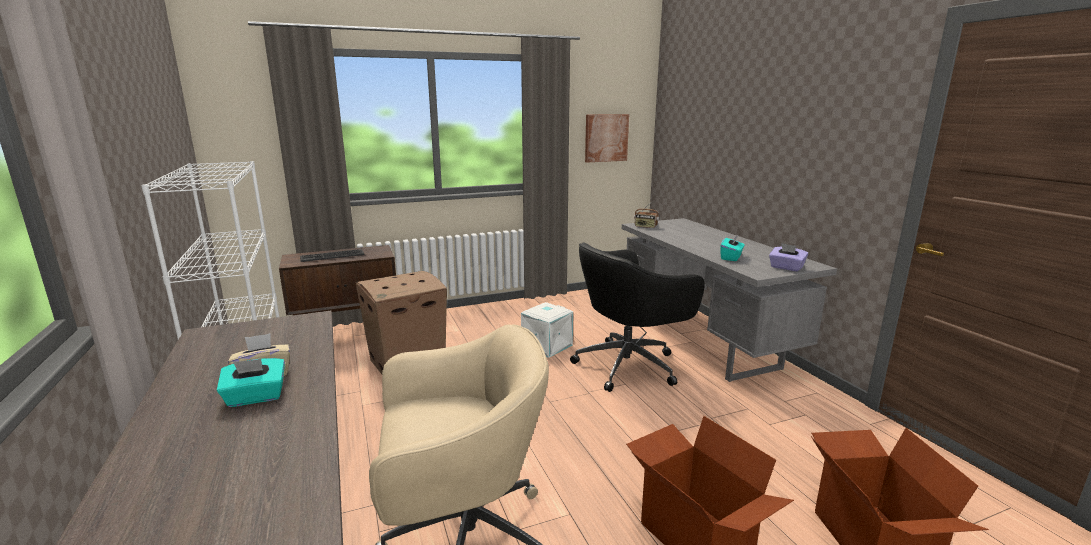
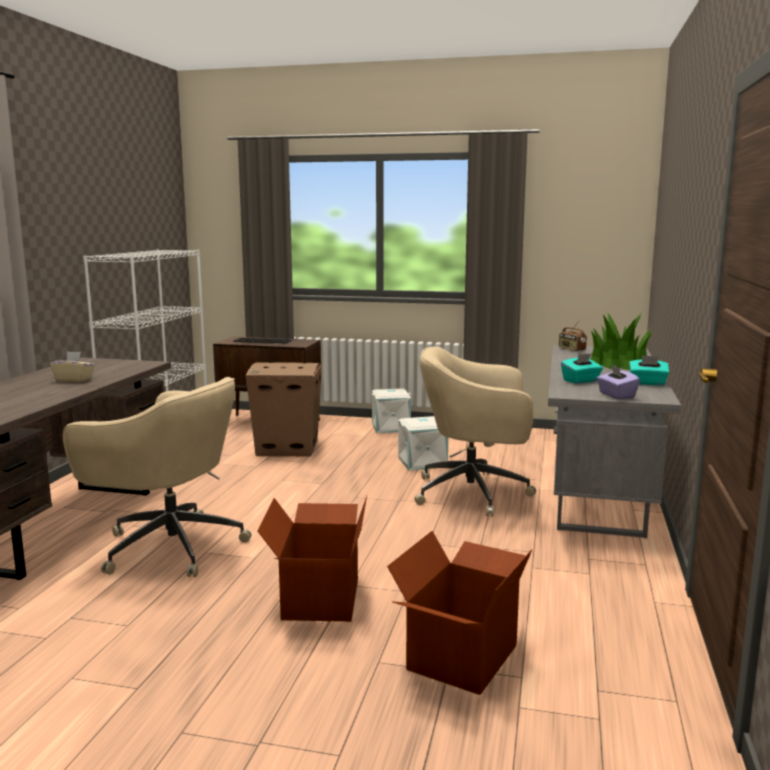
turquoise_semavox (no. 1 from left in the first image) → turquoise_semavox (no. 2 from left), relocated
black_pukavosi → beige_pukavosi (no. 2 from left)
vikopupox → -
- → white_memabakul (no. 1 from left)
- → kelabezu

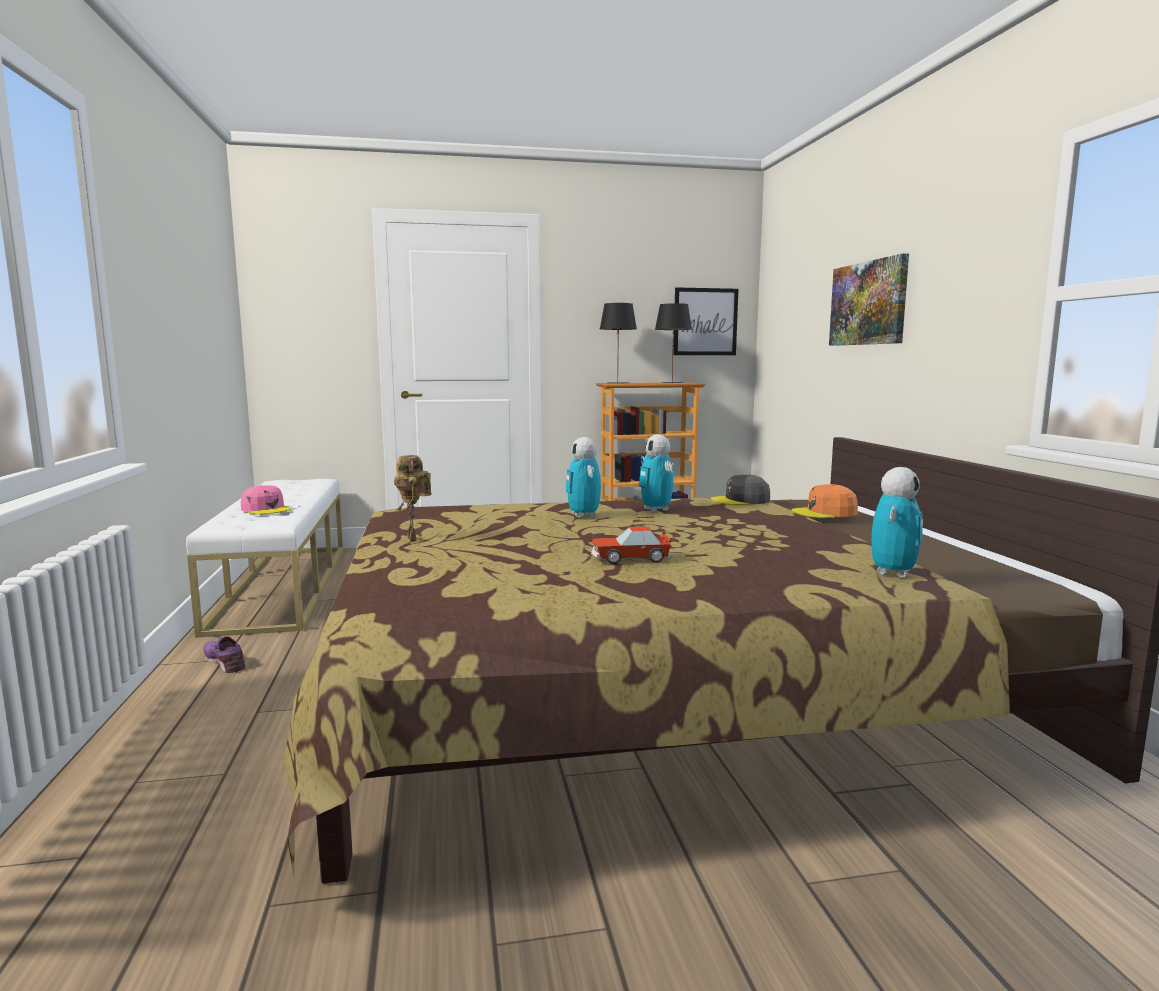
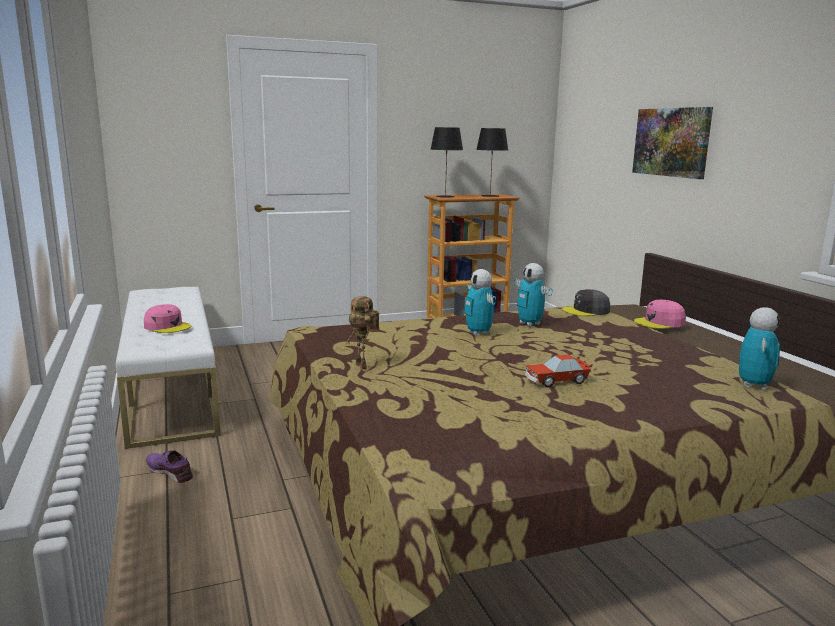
vikopupox (no. 1 from left) → -
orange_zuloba → pink_zuloba (no. 2 from left)

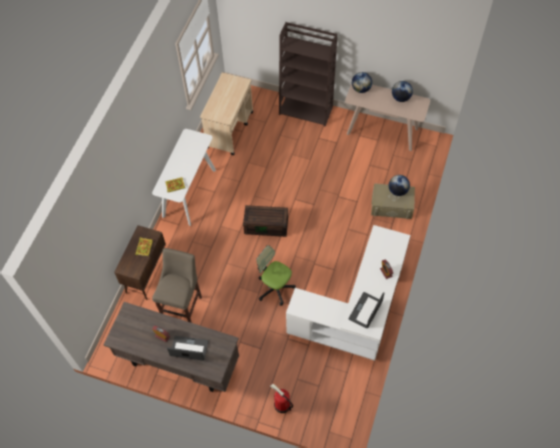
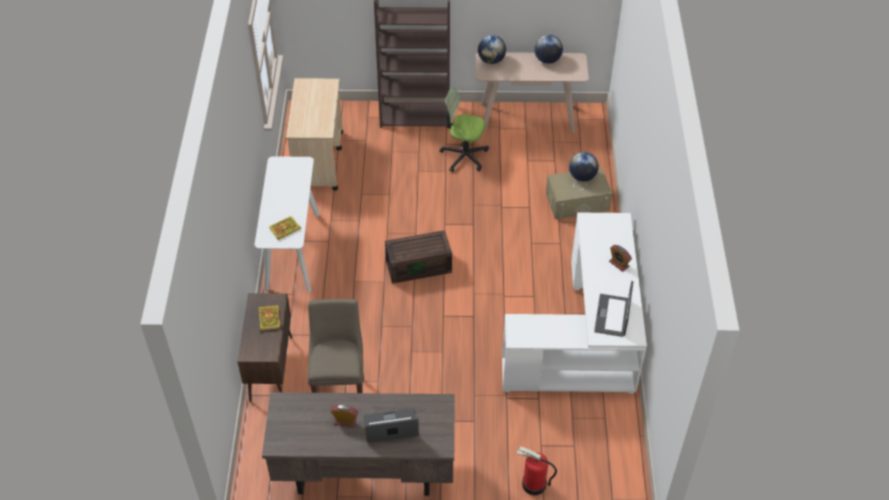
pukavosi, relocated

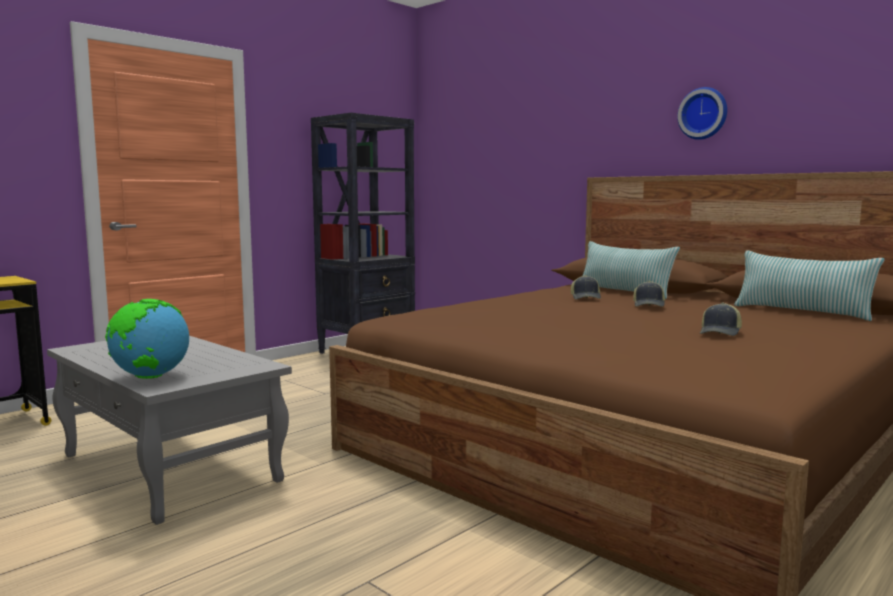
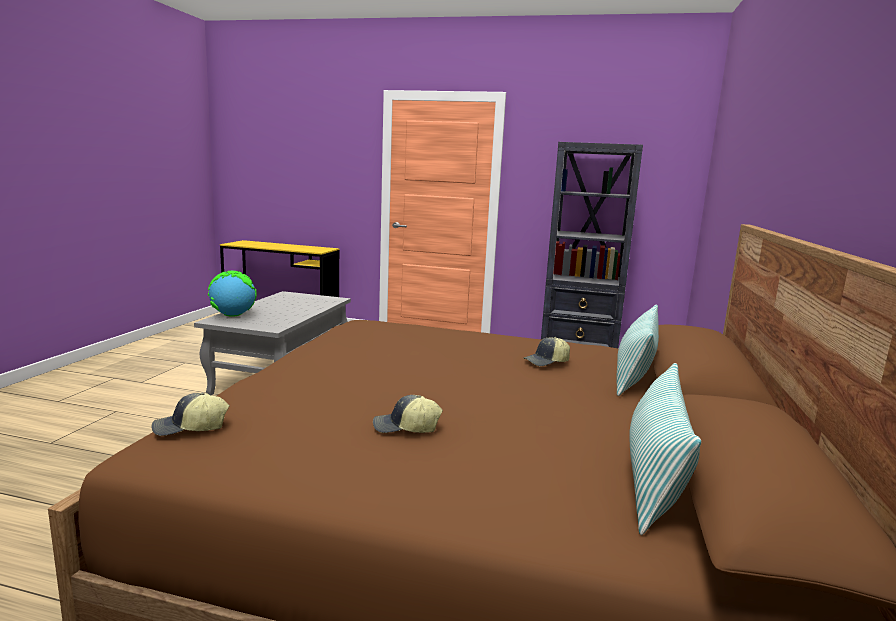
zuloba (no. 2 from left in the first image) → zuloba (no. 1 from left), relocated
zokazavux → -

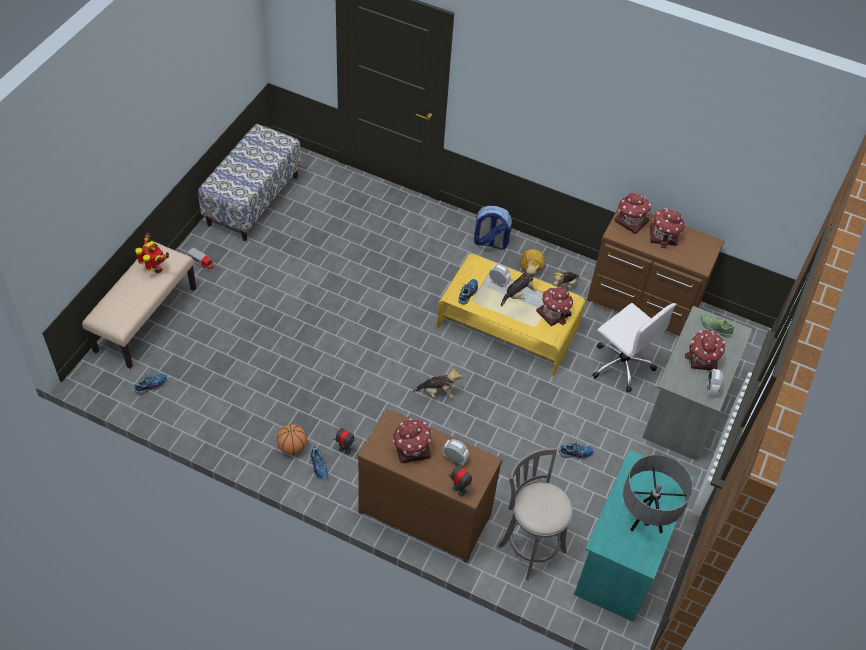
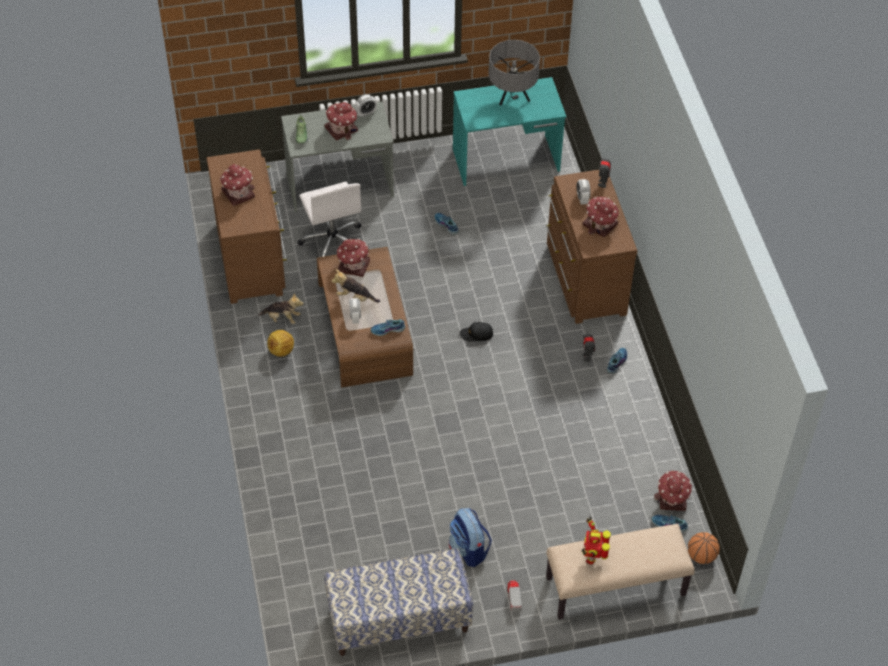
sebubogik, relocated
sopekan (no. 1 from left) → black_zuloba
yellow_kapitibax → brown_kapitibax
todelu, relocated
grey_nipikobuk → -
white_pukavosi, 150 degrees clockwise
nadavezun (no. 3 from left in the first image) → nadavezun (no. 5 from left), relocated

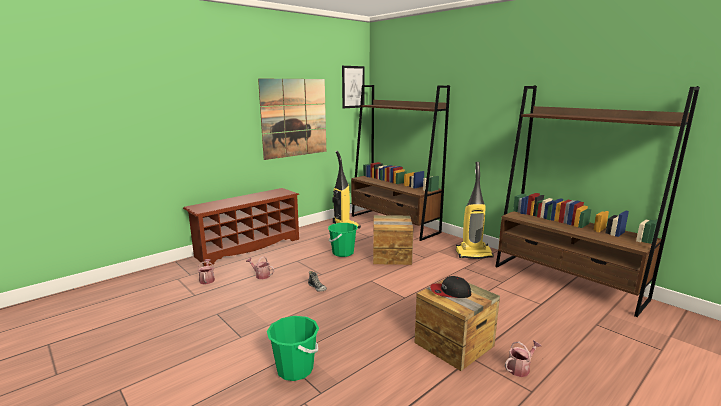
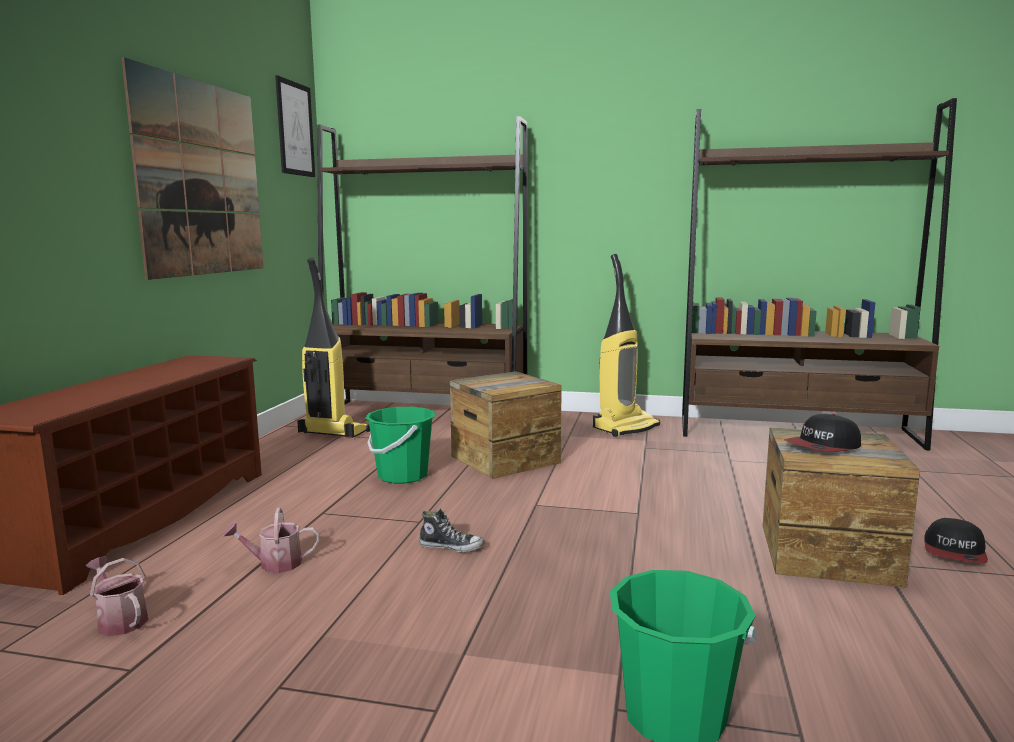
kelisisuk (no. 3 from left) → zuloba (no. 2 from left)

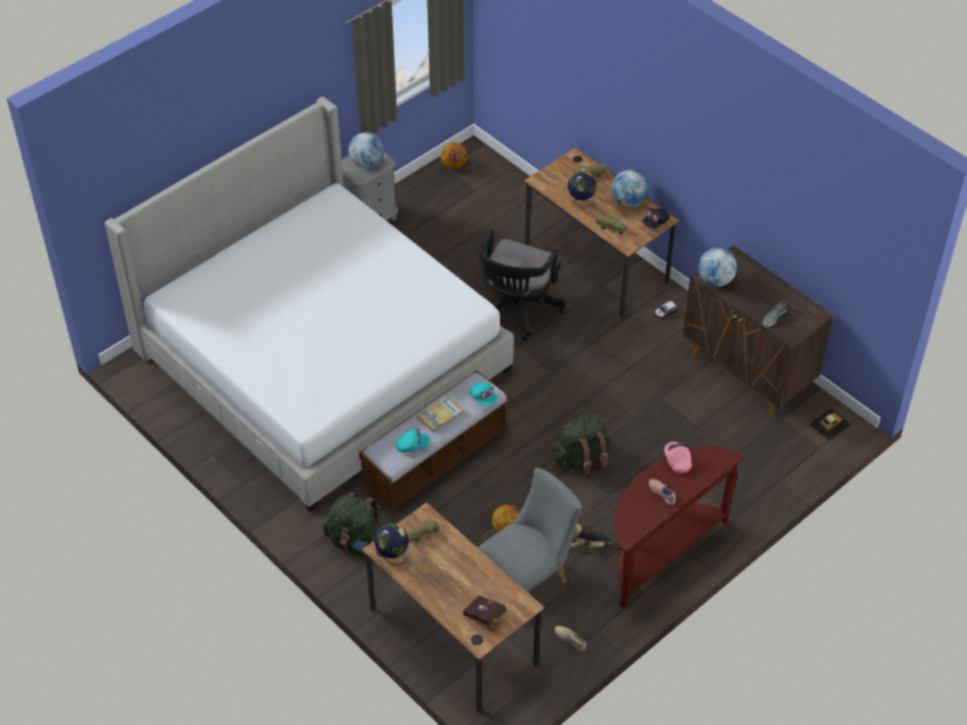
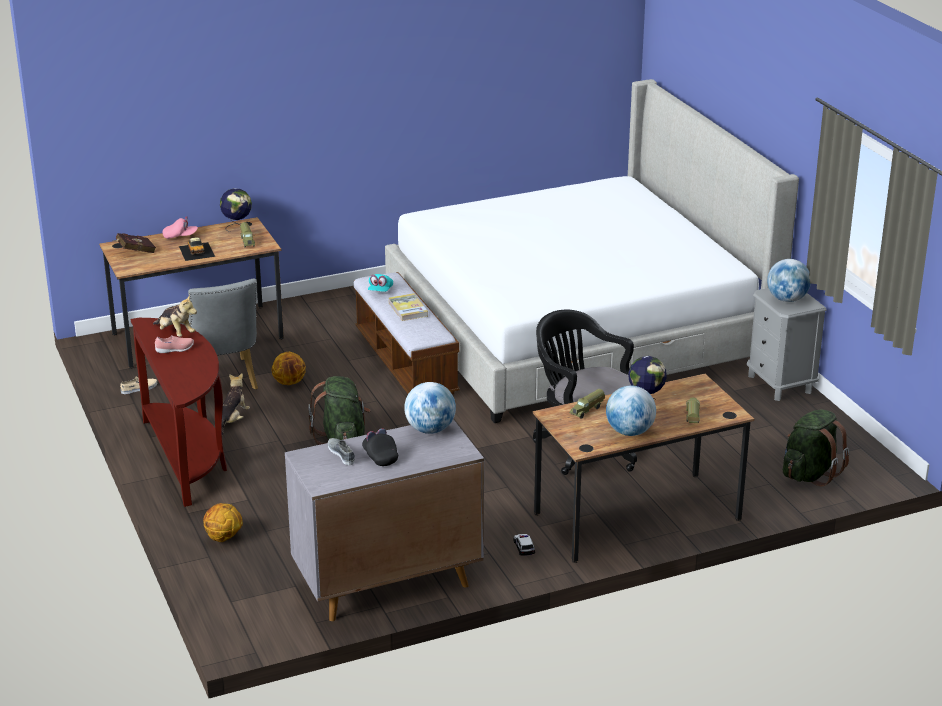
green_todelu (no. 1 from left in the first image) → green_todelu (no. 2 from left), relocated
sebubogik (no. 1 from left), relocated
turquoise_zuloba (no. 2 from left) → -
black_zuloba, relocated
pink_zuloba, relocated
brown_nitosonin → grey_nitosonin
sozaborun (no. 2 from left in the first image) → sozaborun (no. 1 from left), relocated
- → sopekan (no. 1 from left)

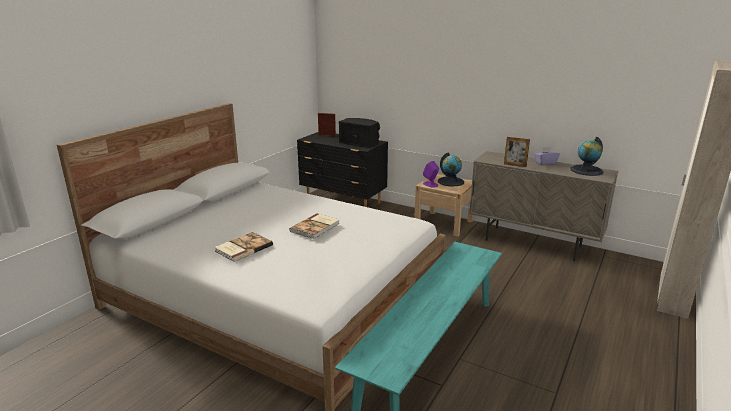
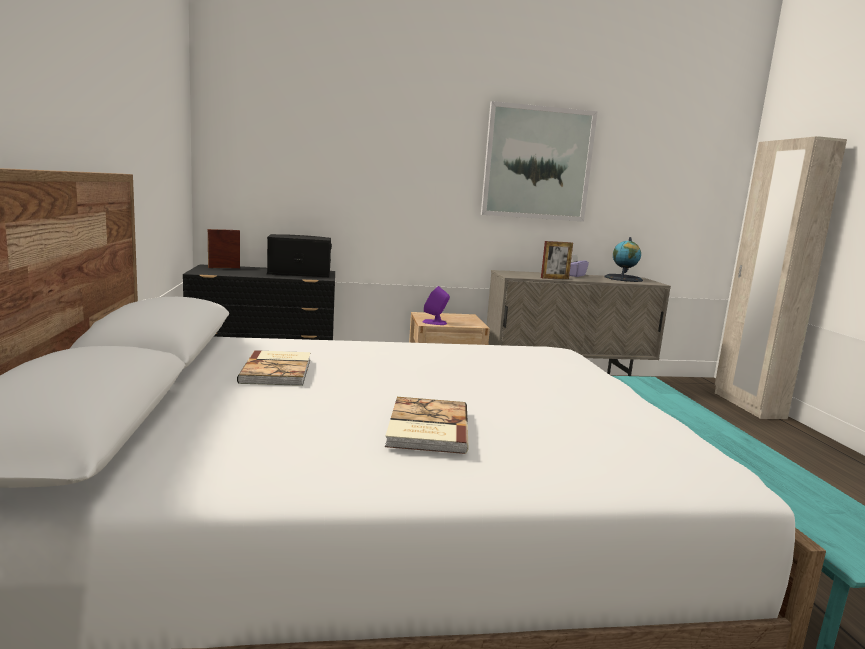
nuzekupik (no. 2 from left in the first image) → nuzekupik (no. 1 from left), relocated
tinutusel (no. 1 from left) → -
- → vikopupox

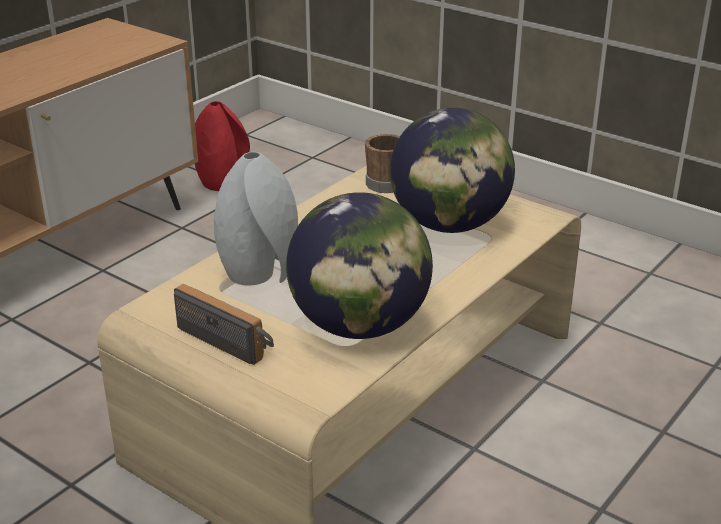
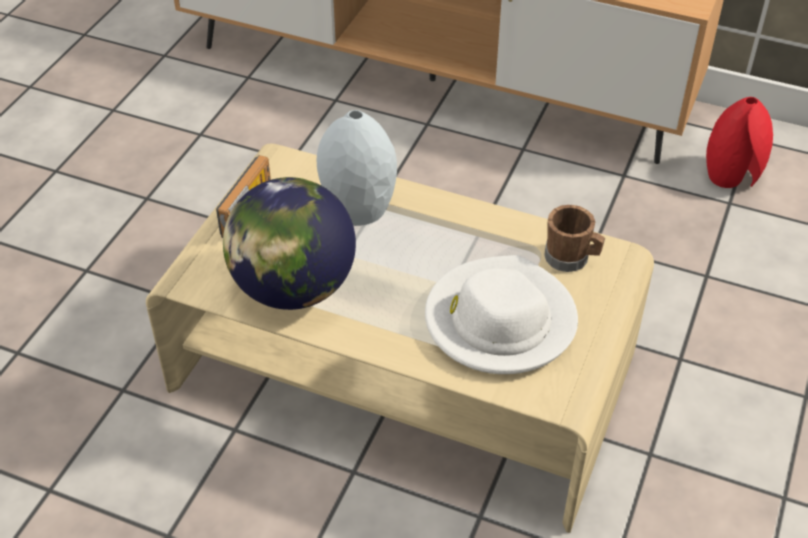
tinutusel (no. 2 from left) → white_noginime

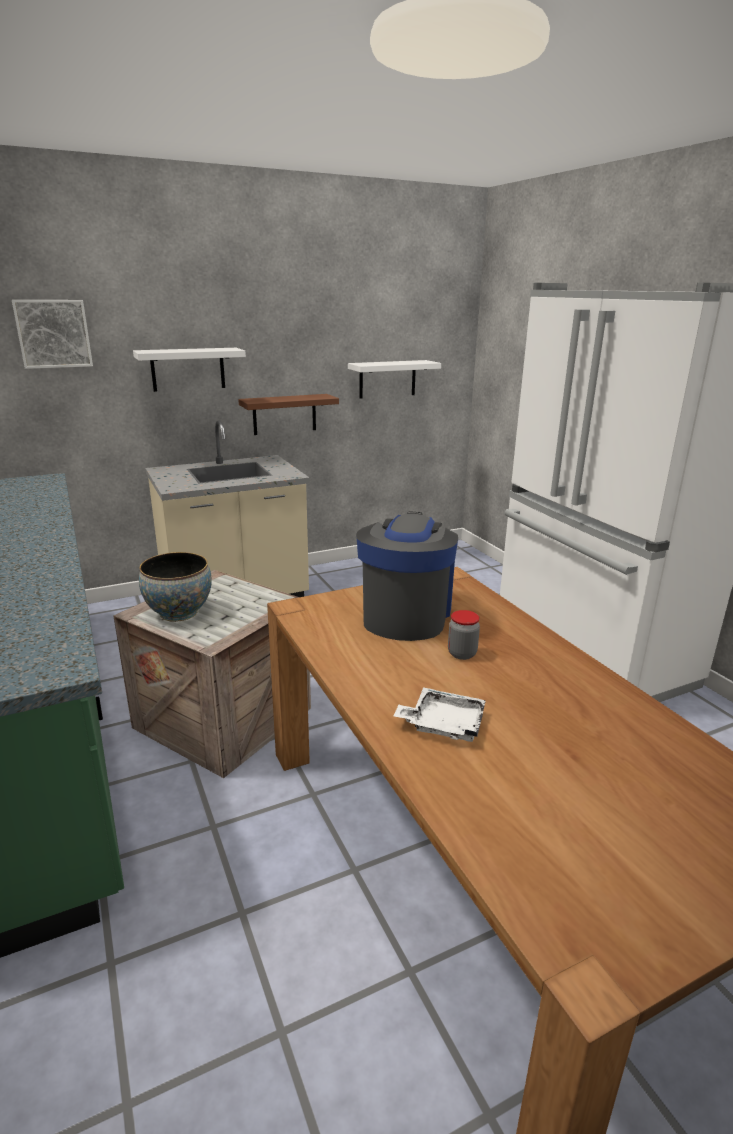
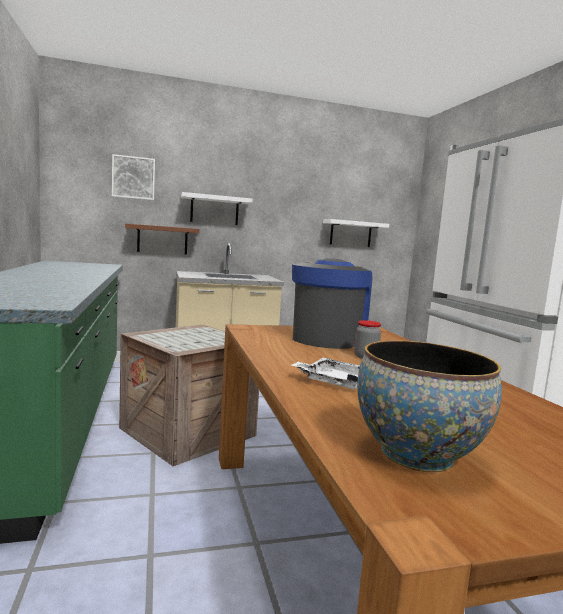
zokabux, relocated
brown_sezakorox, relocated

